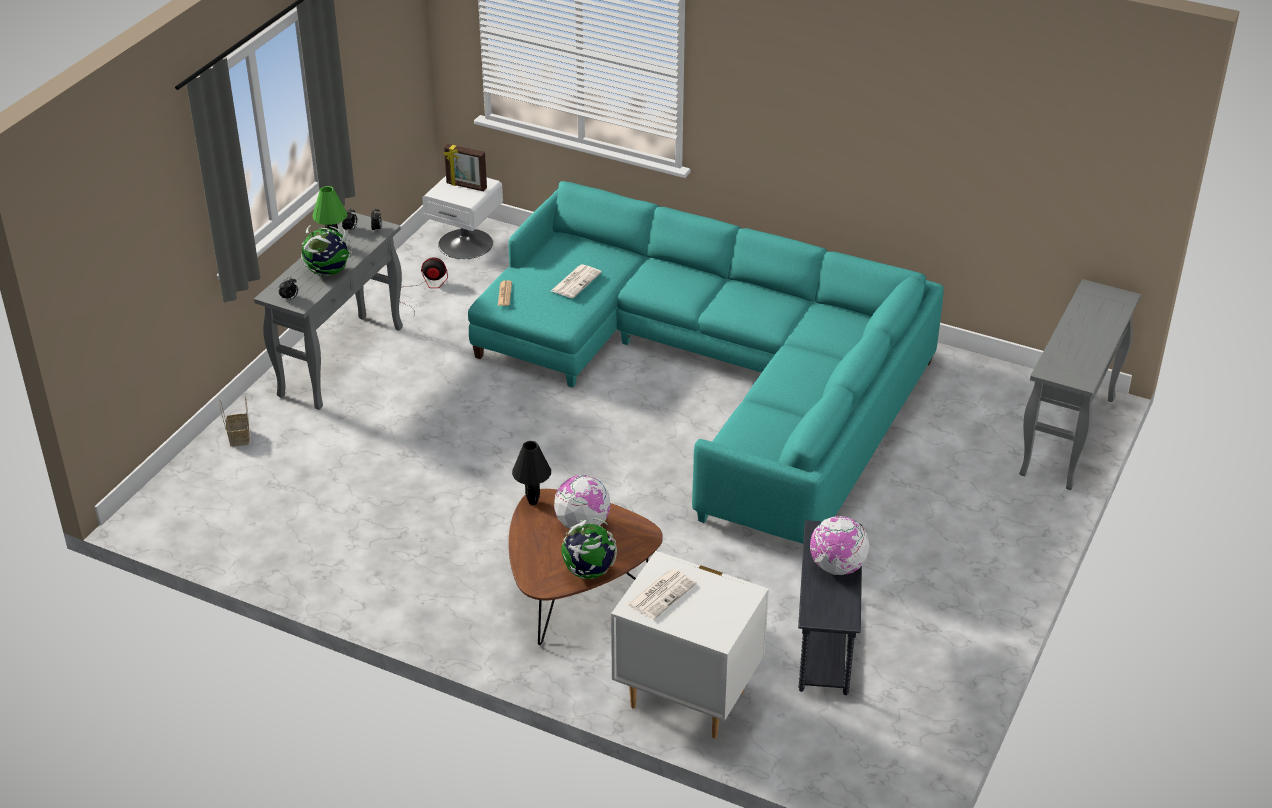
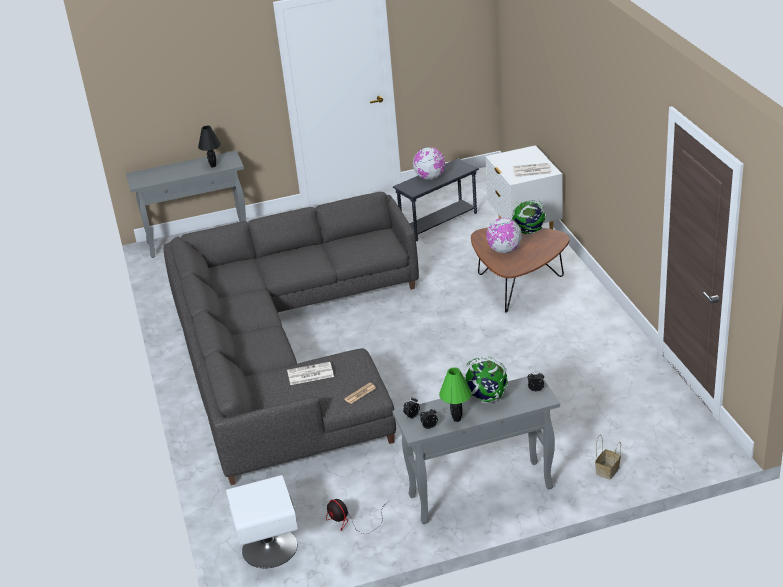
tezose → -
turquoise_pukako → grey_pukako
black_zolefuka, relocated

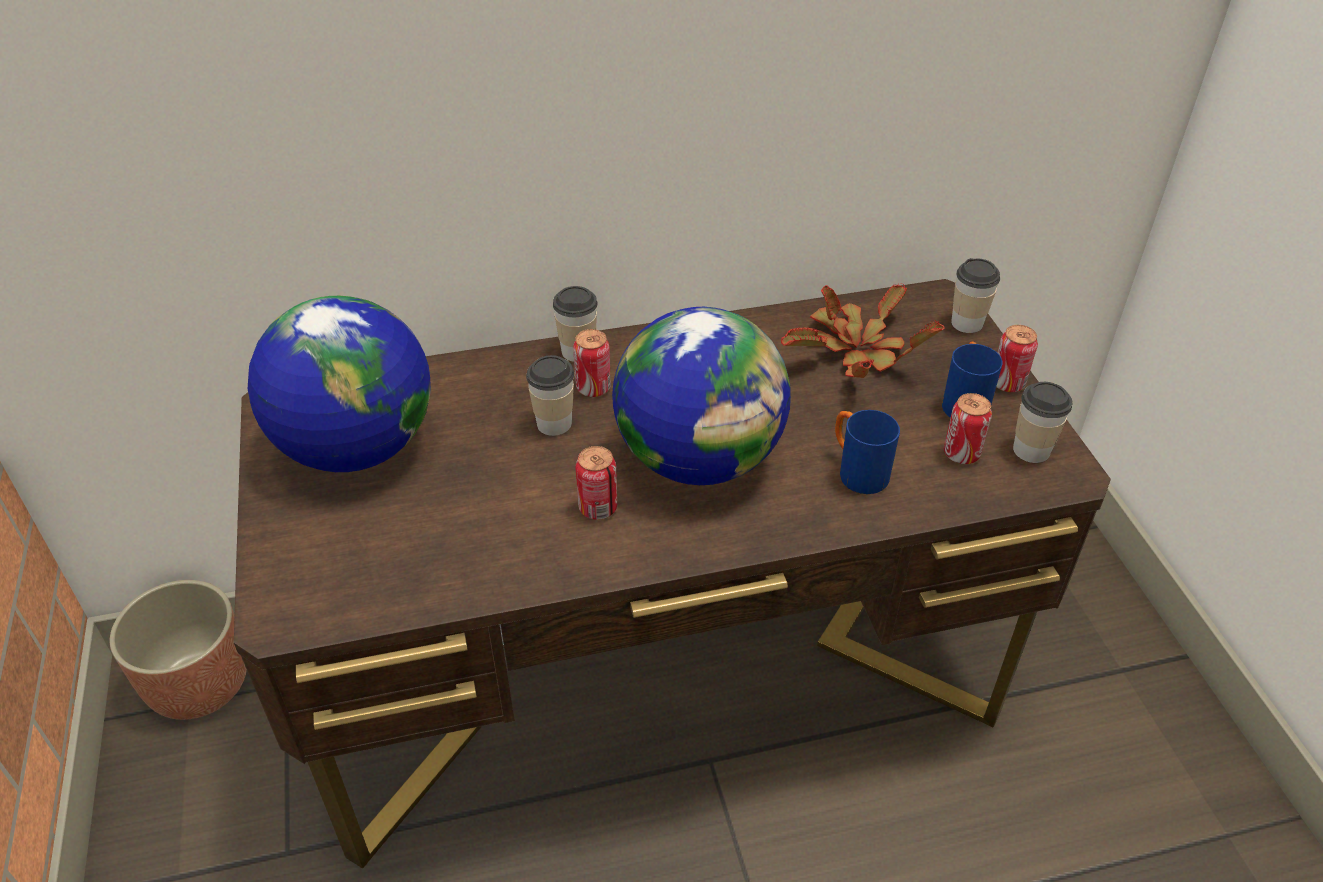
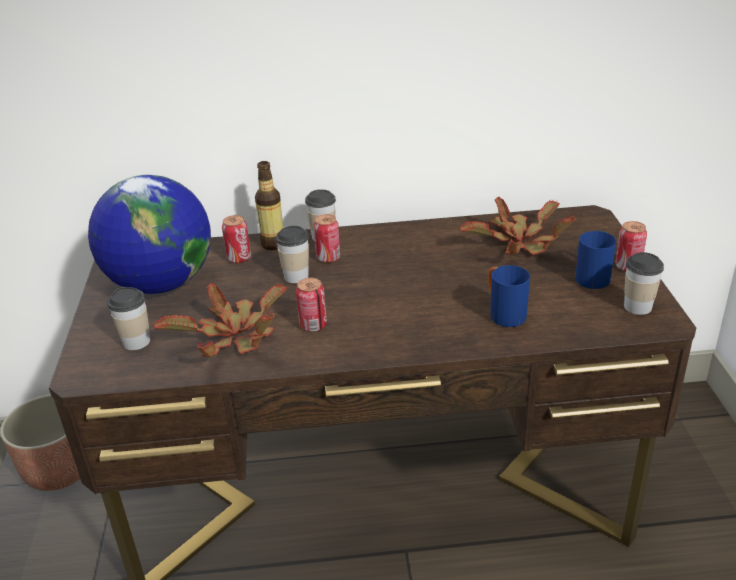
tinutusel (no. 2 from left) → -
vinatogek (no. 3 from left in the first image) → vinatogek (no. 1 from left), relocated
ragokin (no. 3 from left in the first image) → ragokin (no. 1 from left), relocated
- → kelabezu (no. 1 from left)
- → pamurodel

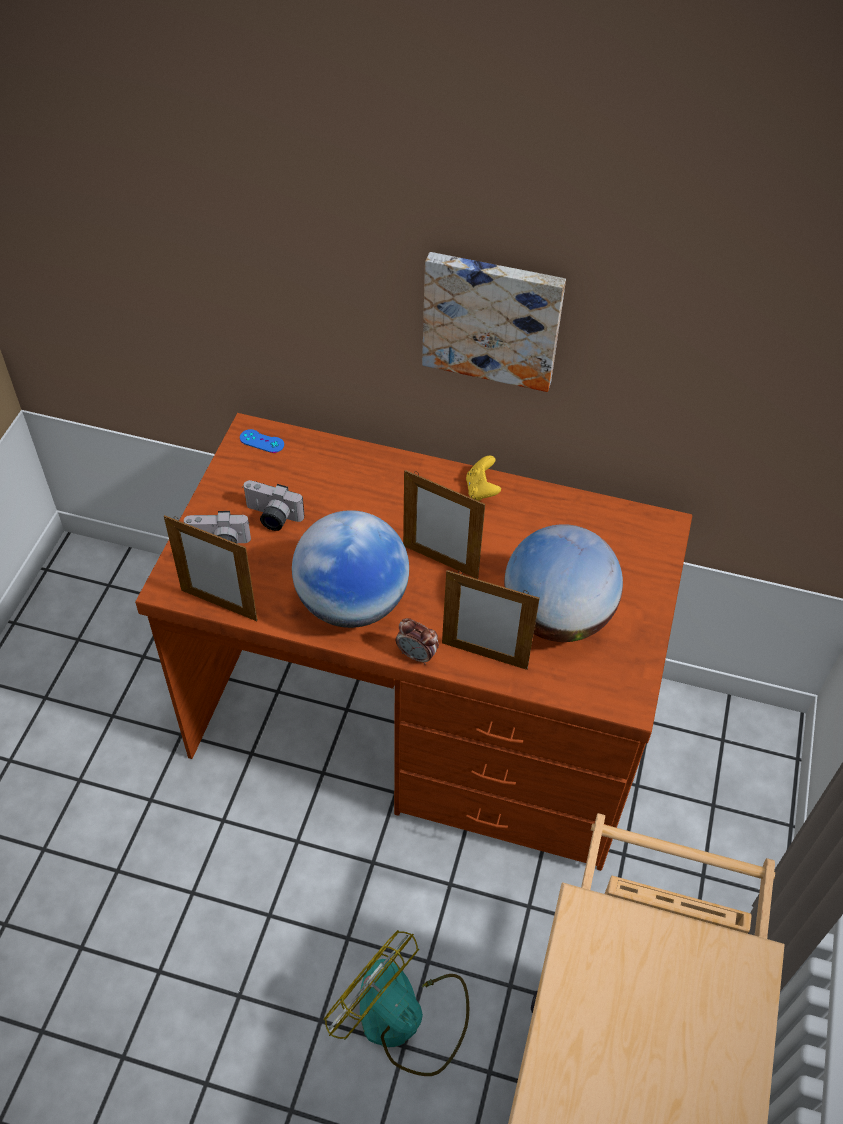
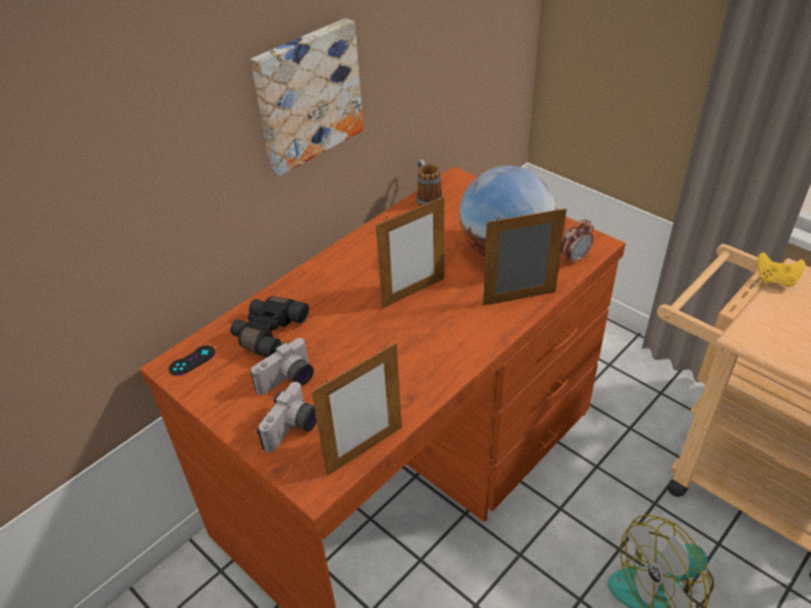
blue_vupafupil → black_vupafupil
tinutusel (no. 1 from left) → -
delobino, relocated
tezose (no. 3 from left), 150 degrees counterclockwise
yellow_vupafupil, relocated
- → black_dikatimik
- → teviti

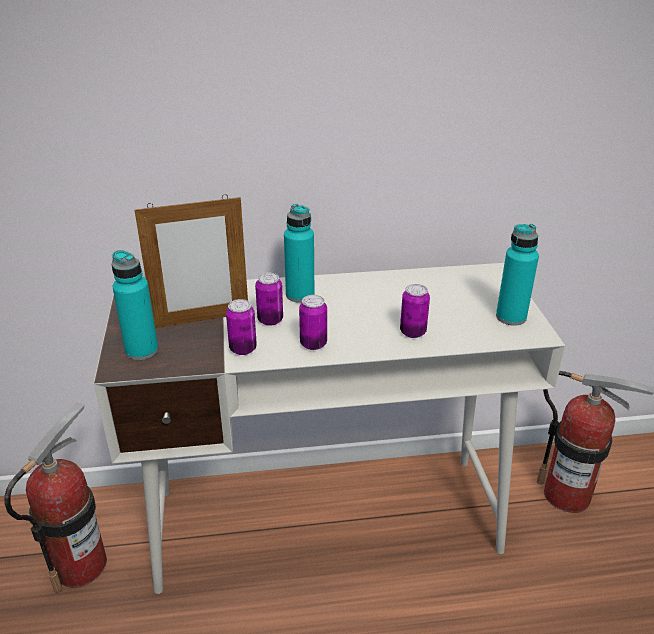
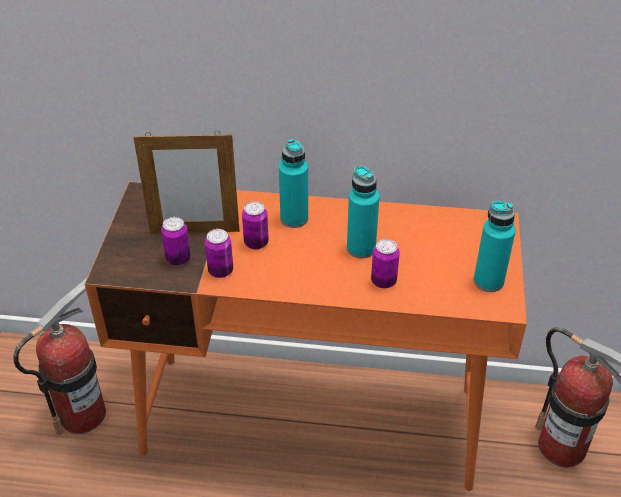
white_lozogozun → orange_lozogozun
turquoise_pamurodel (no. 1 from left in the first image) → turquoise_pamurodel (no. 2 from left), relocated
vinatogek (no. 3 from left in the first image) → vinatogek (no. 1 from left), relocated

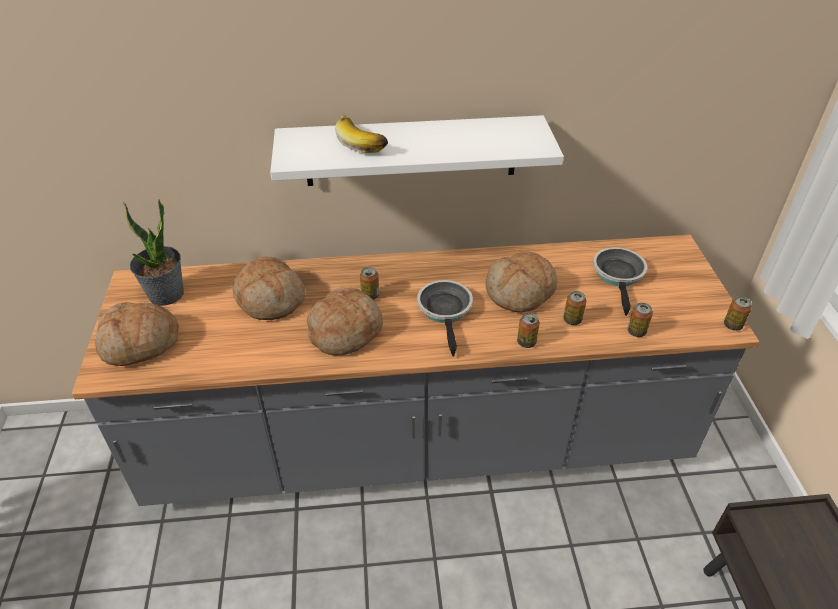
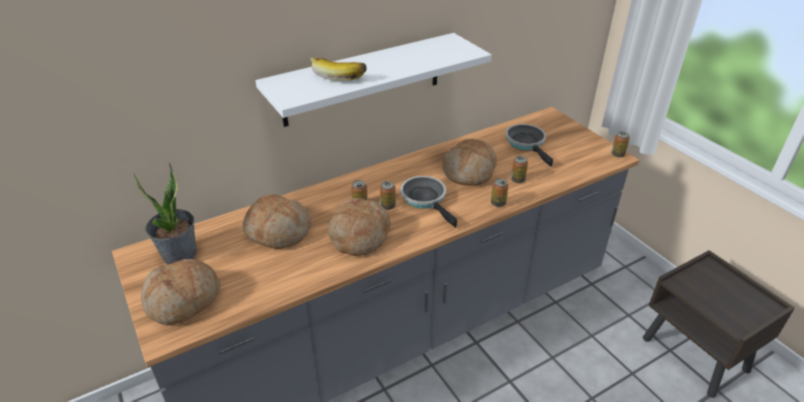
vinatogek (no. 4 from left in the first image) → vinatogek (no. 2 from left), relocated

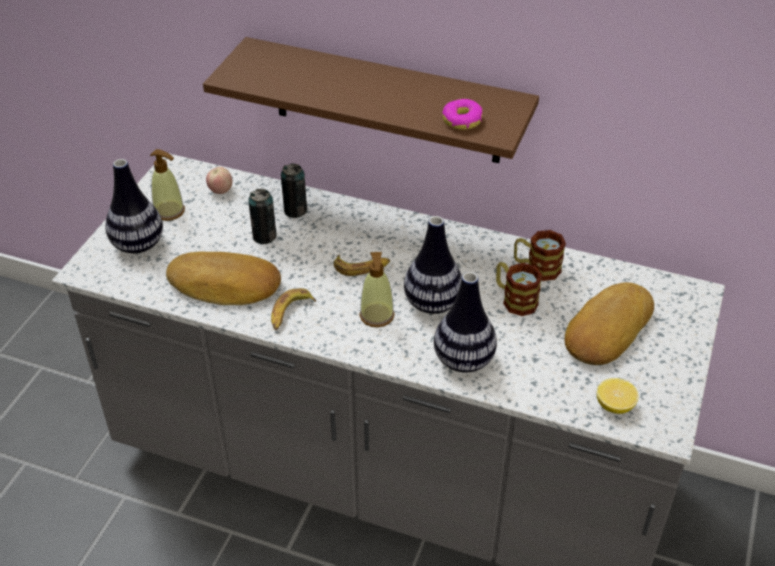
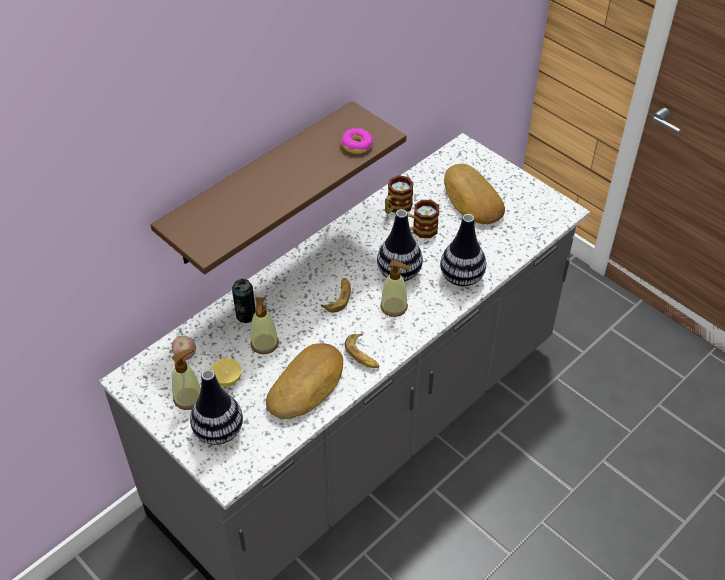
vinatogek (no. 1 from left) → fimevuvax (no. 2 from left)
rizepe, relocated

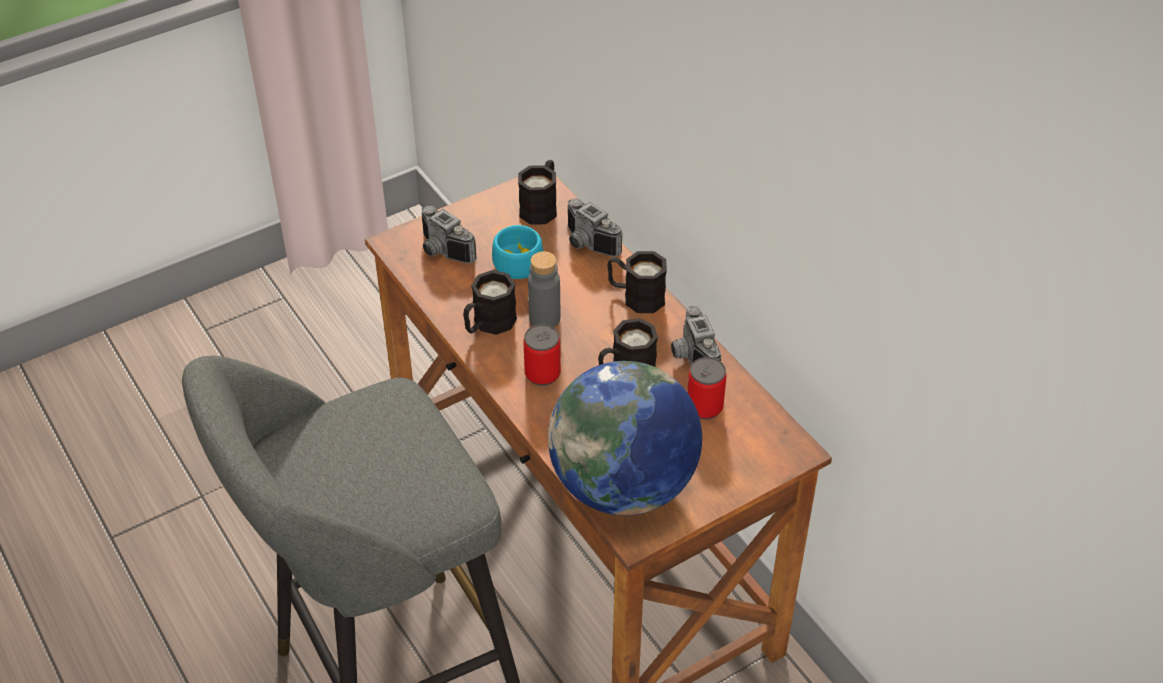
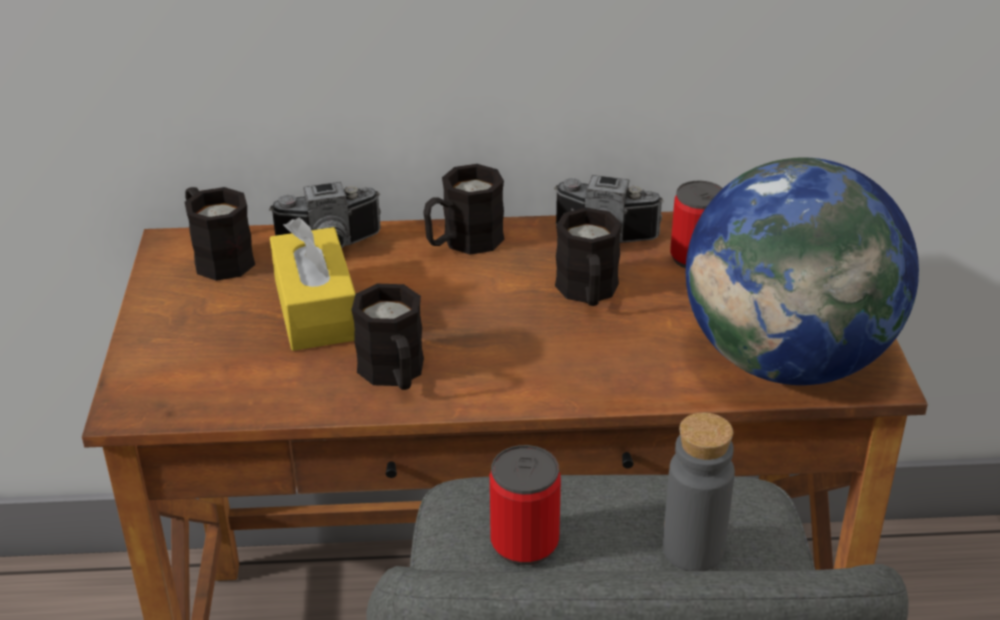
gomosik (no. 1 from left) → -
turquoise_ragokin → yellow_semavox
vinatogek (no. 1 from left), relocated
grey_pamurodel, relocated

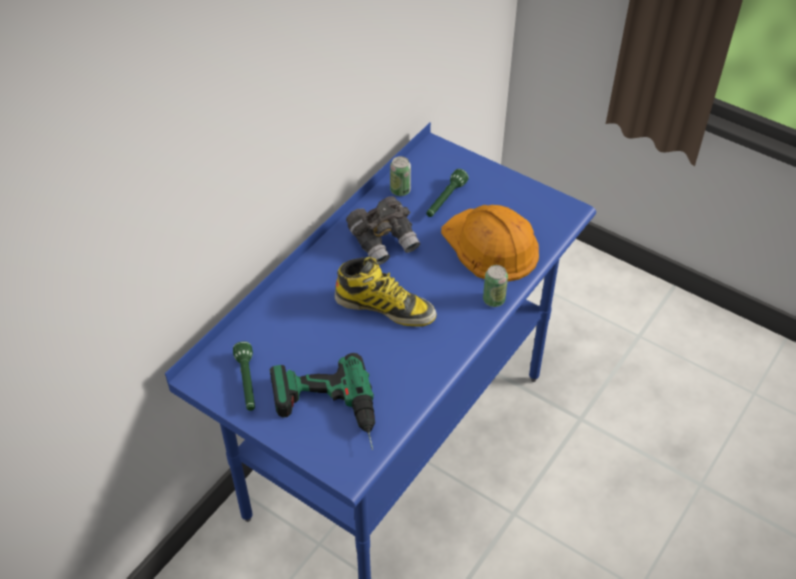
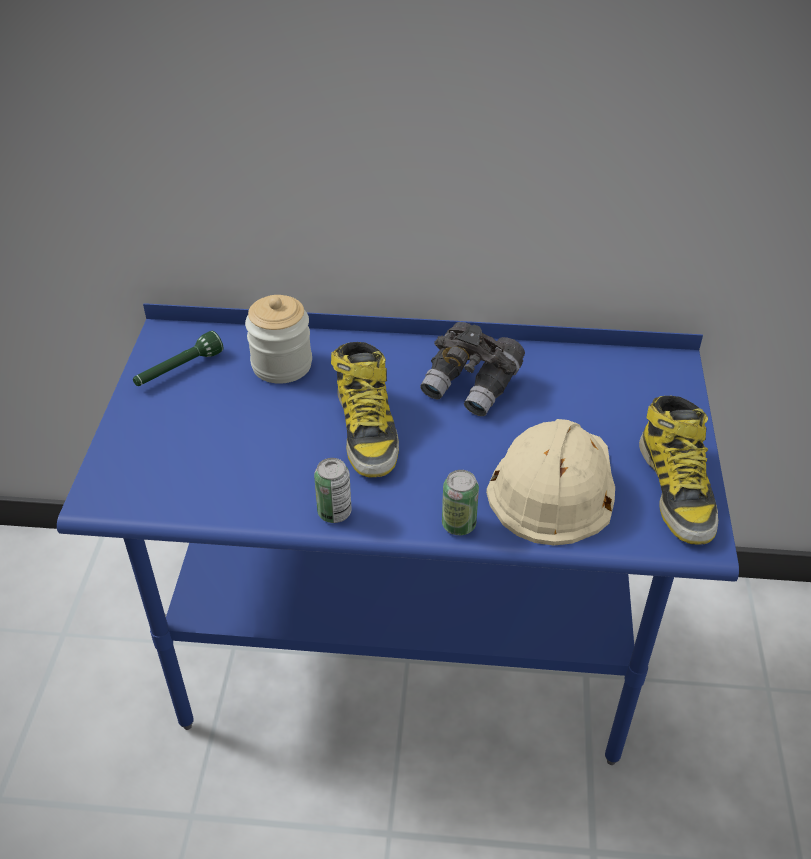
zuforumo → -
vinatogek (no. 1 from left), relocated
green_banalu (no. 2 from left) → -
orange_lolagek → beige_lolagek
- → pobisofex
- → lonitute (no. 2 from left)

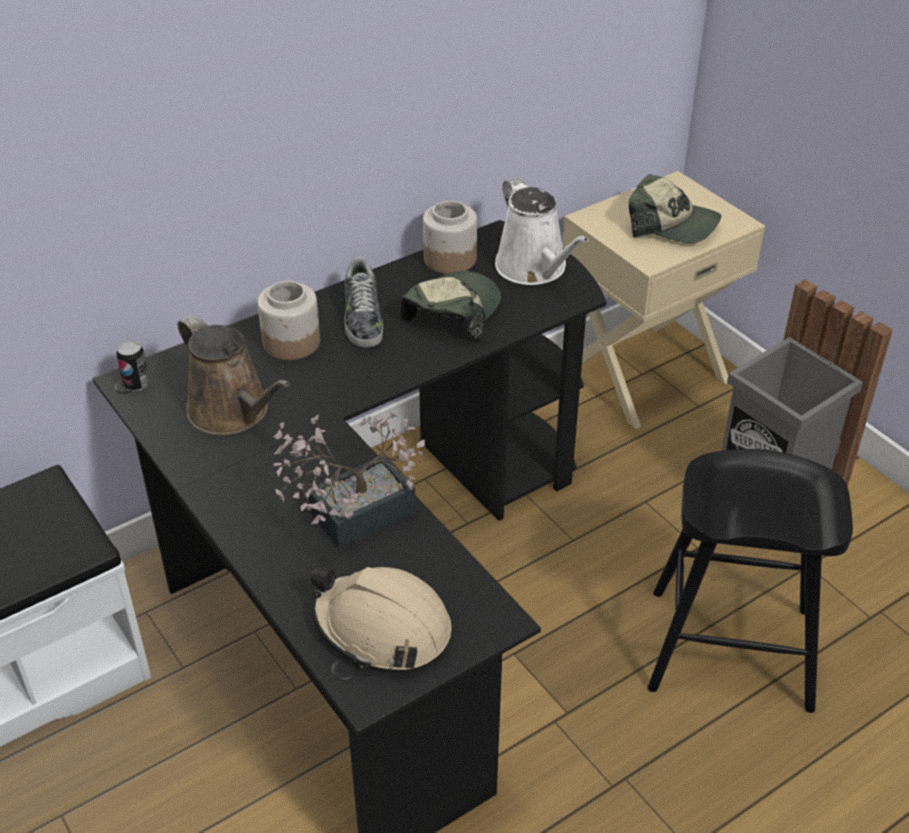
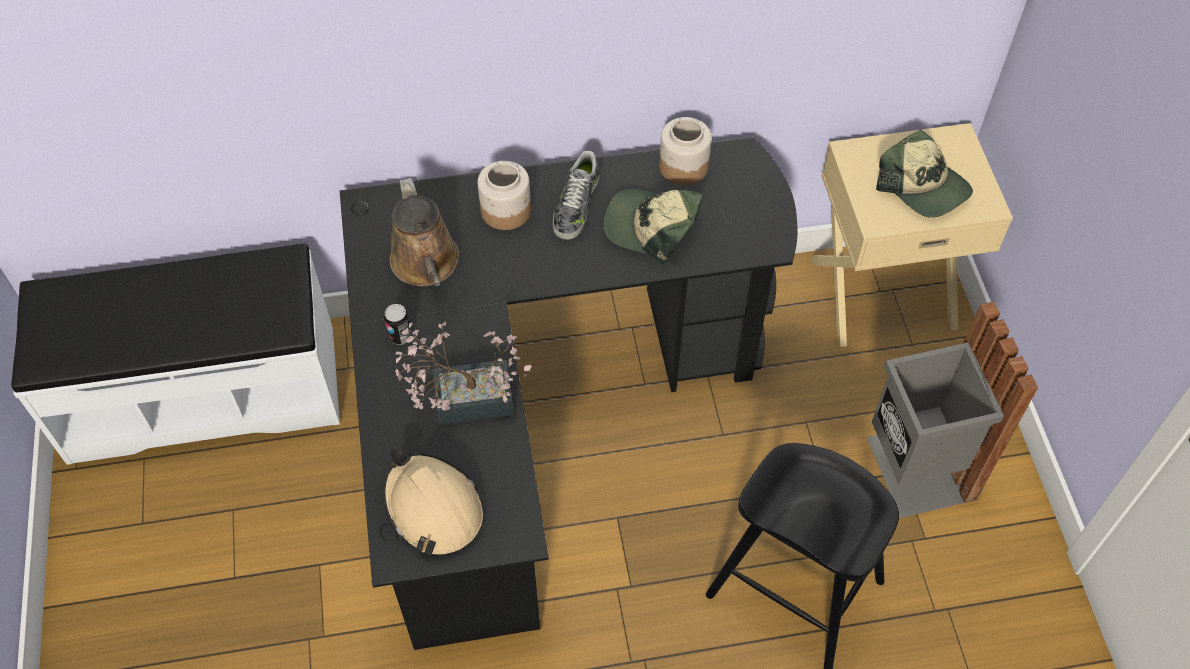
vinatogek, relocated
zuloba (no. 1 from left), 120 degrees counterclockwise
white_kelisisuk → -

